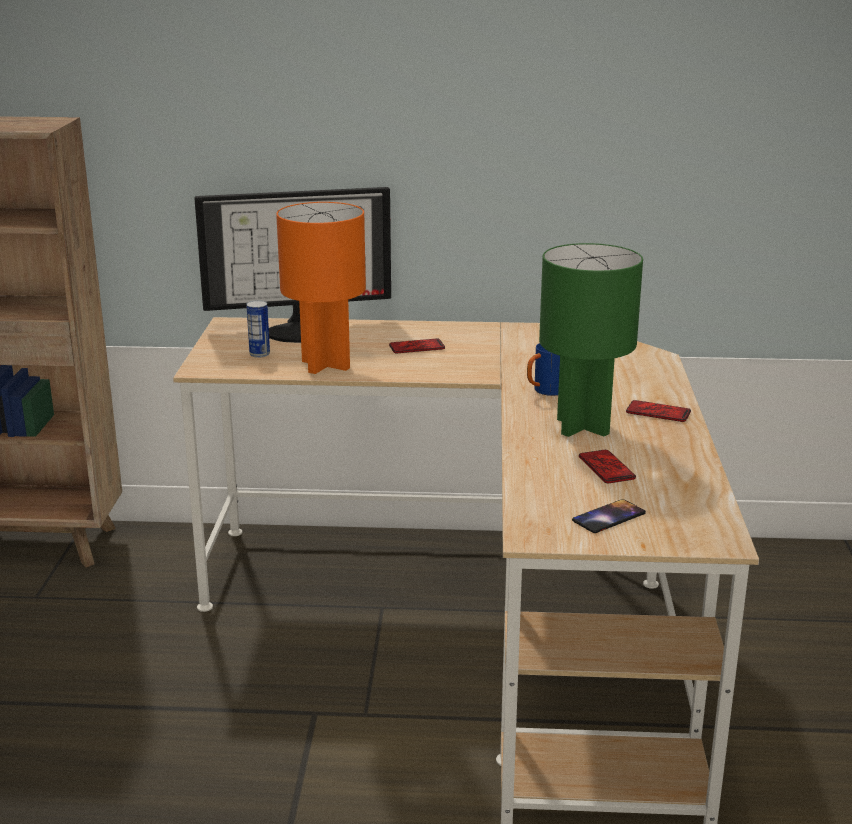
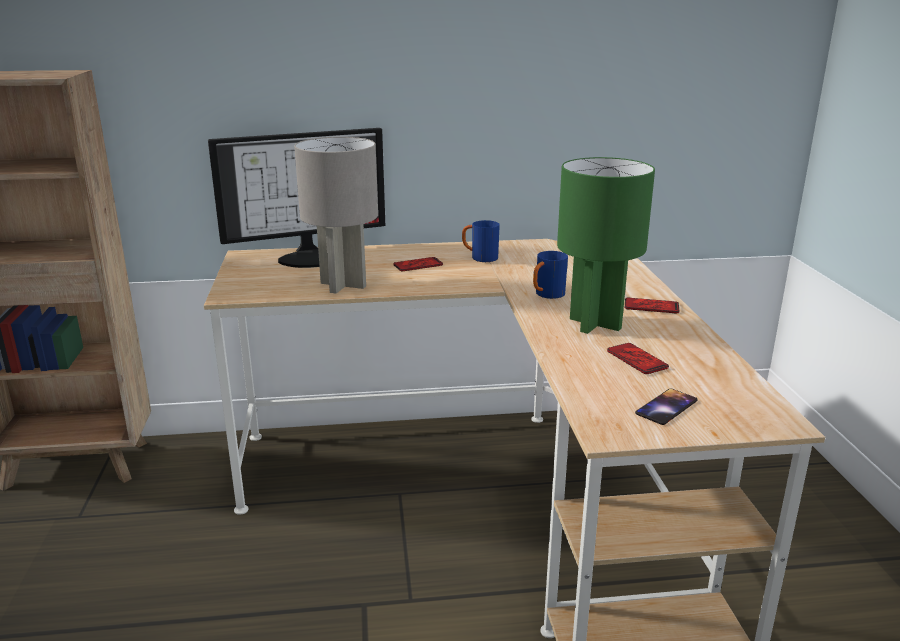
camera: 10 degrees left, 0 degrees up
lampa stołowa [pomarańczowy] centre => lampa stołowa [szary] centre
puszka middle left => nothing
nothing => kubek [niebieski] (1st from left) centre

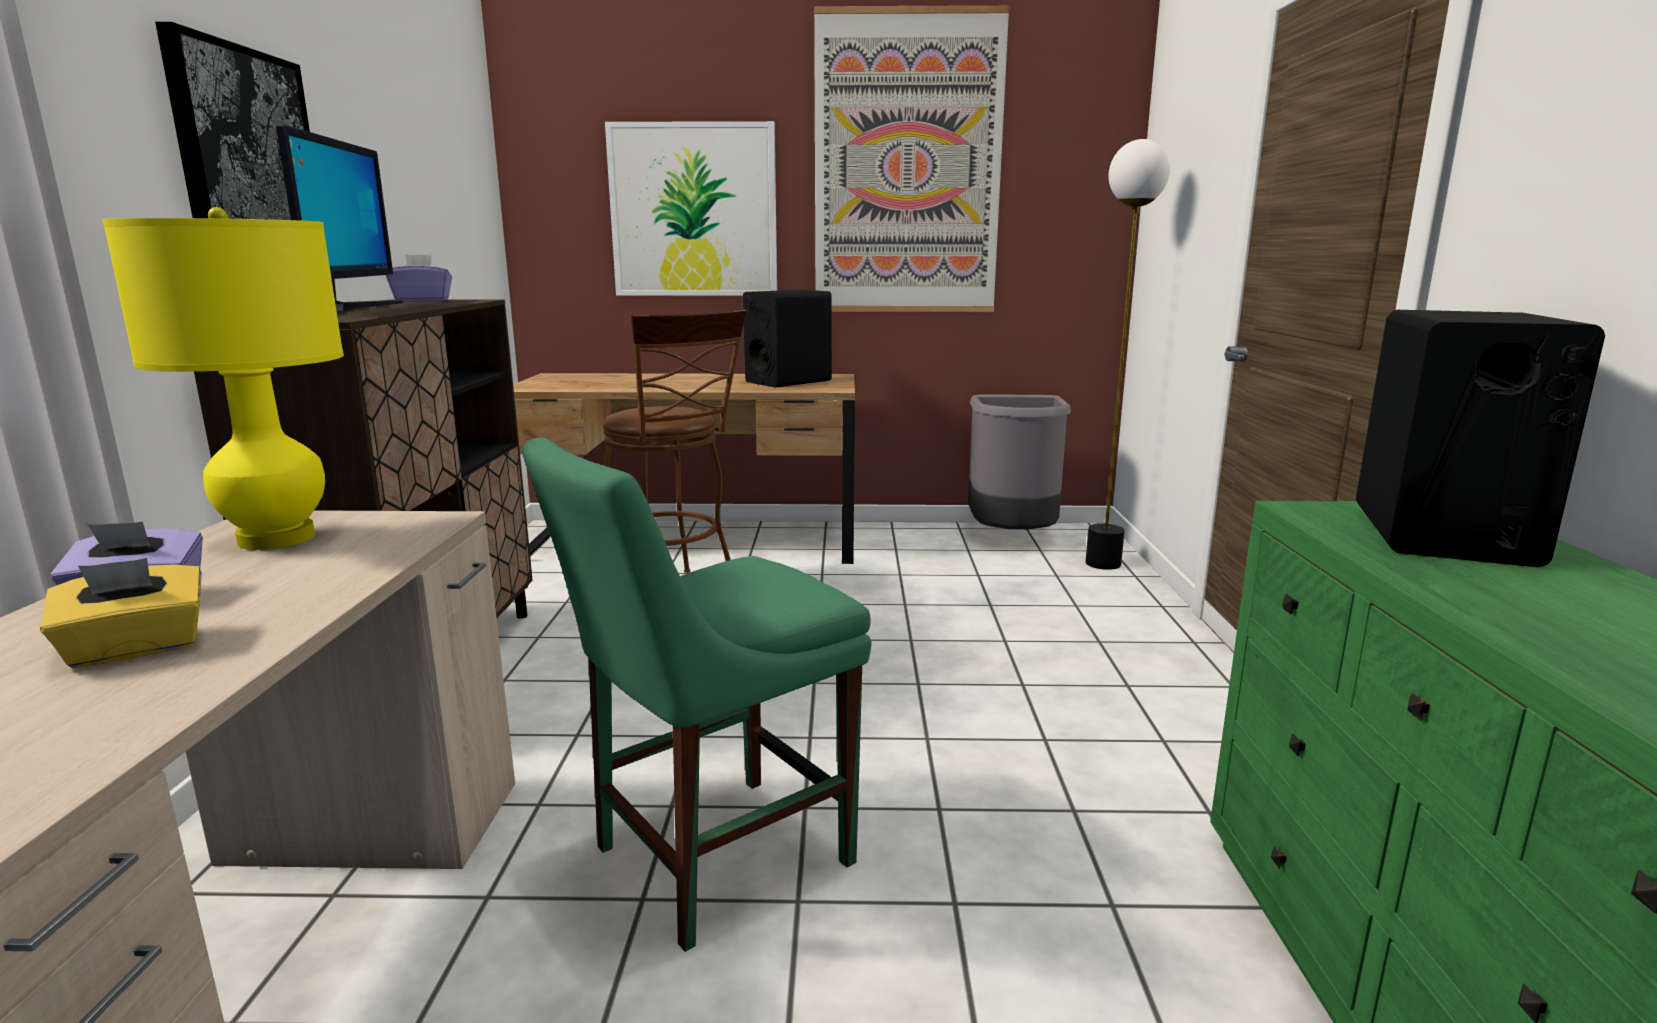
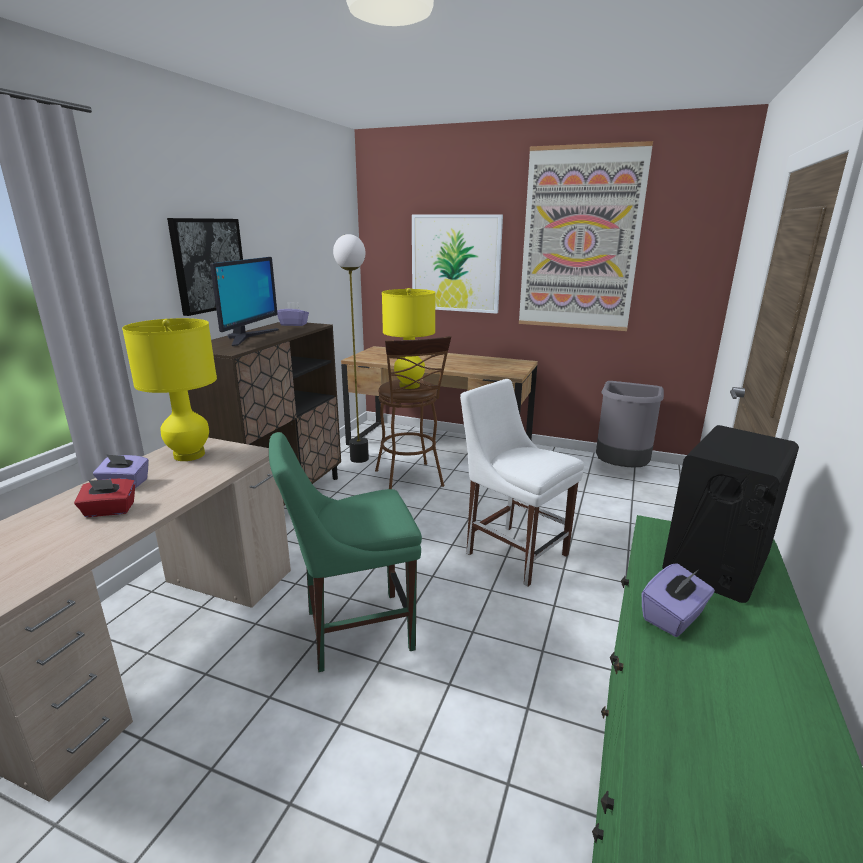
camera: 20 degrees right, 5 degrees up
lampa stojąca middle right => lampa stojąca centre, moved
głośnik [czarny] (1st from left) top centre => nothing
pudełko chusteczek [żółty] middle left => pudełko chusteczek [czerwony] middle left
nothing => lampa stołowa [żółty] (2nd from left) centre
nothing => krzesło [biały] centre
nothing => pudełko chusteczek [fioletowy] (3rd from left) bottom right

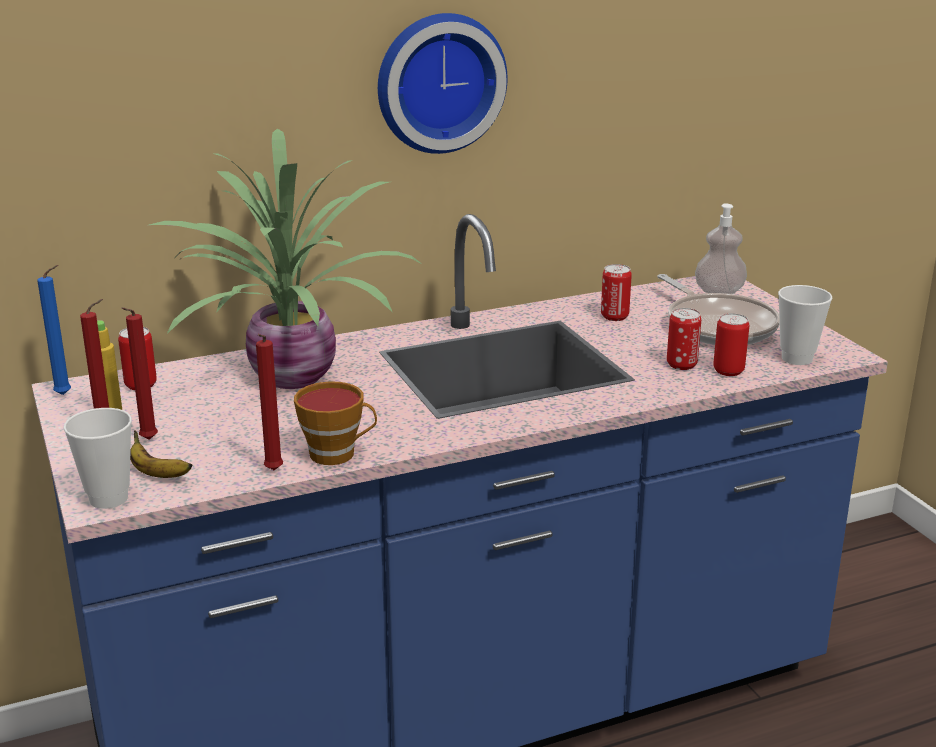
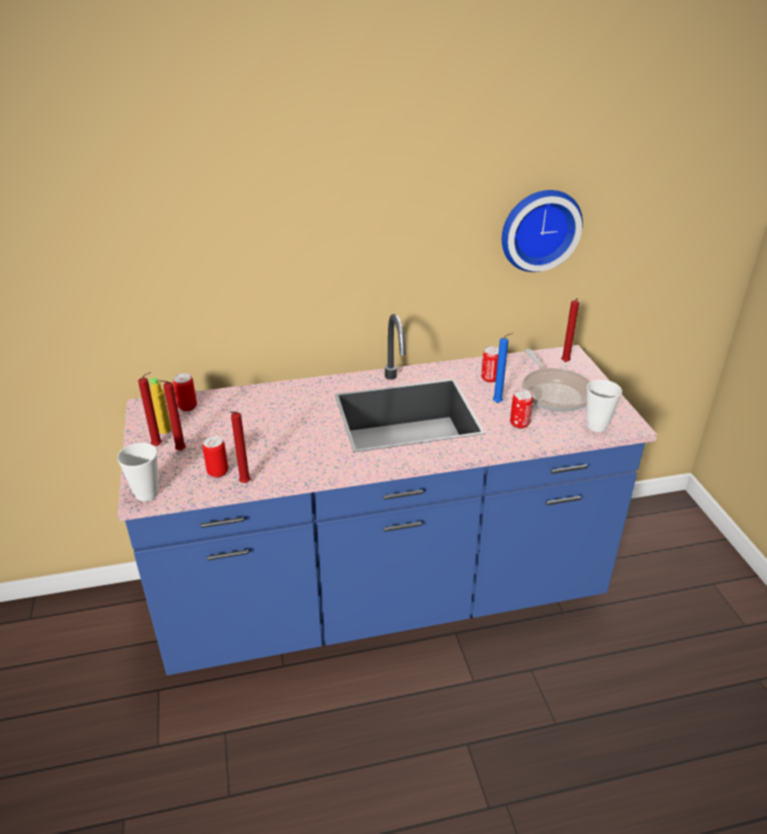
camera: 10 degrees right, 10 degrees up
zegar ścienny top centre => zegar ścienny top right, moved
roślina doniczkowa middle left => nothing
dozownik mydła top right => świeca [czerwony] (4th from left) middle right
świeca [niebieski] middle left => świeca [niebieski] centre, moved
puszka (4th from left in the first image) middle right => puszka (2nd from left) middle left, moved
filiżanka (2nd from left) centre => nothing
banan middle left => nothing

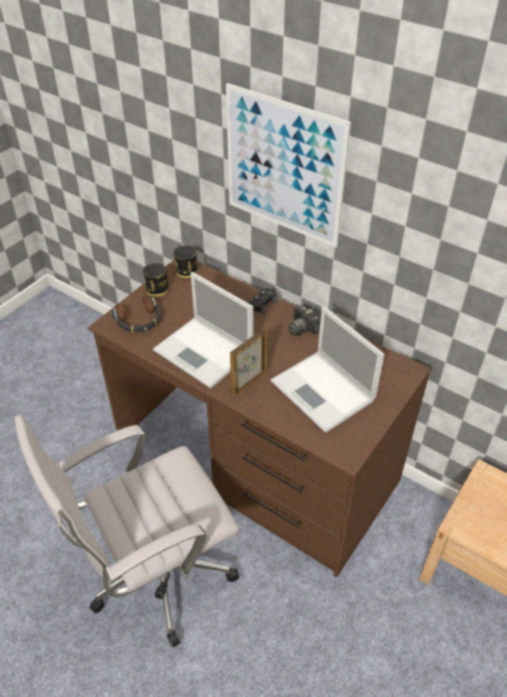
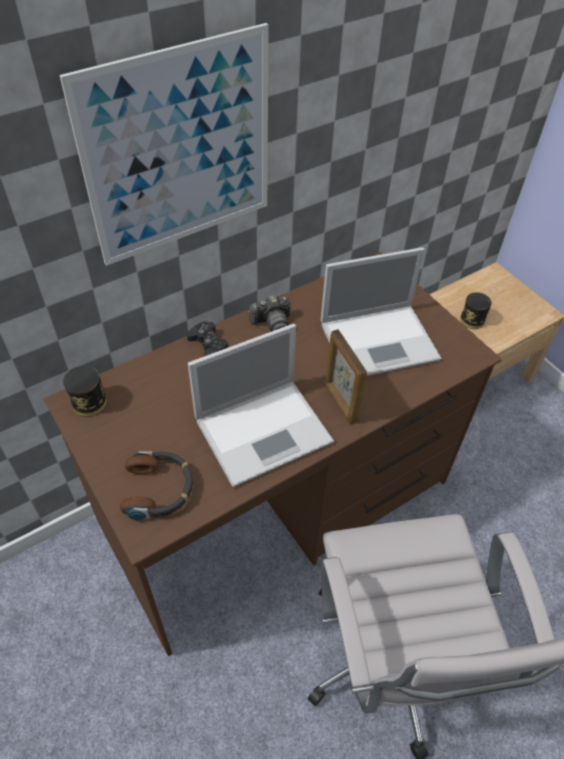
camera: 70 degrees left, 5 degrees up
puszka (1st from left in the first image) middle left => puszka (2nd from left) middle right, moved

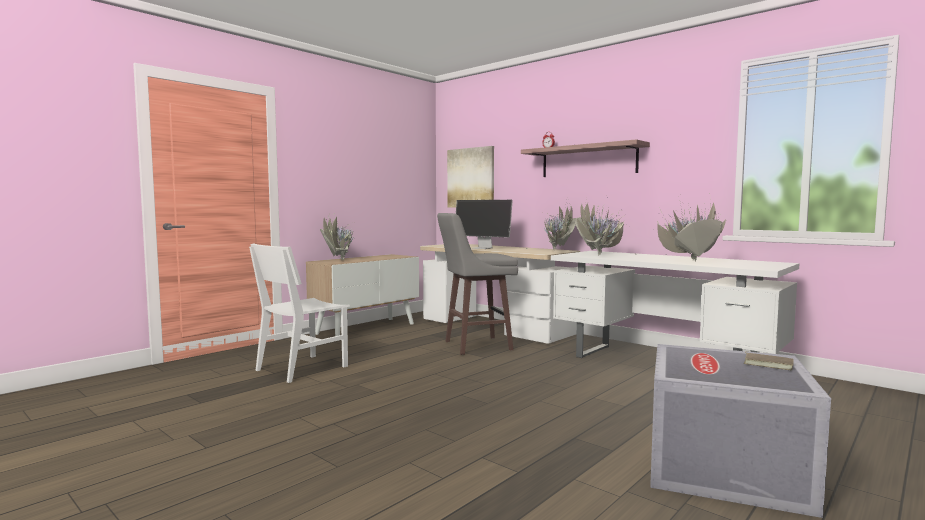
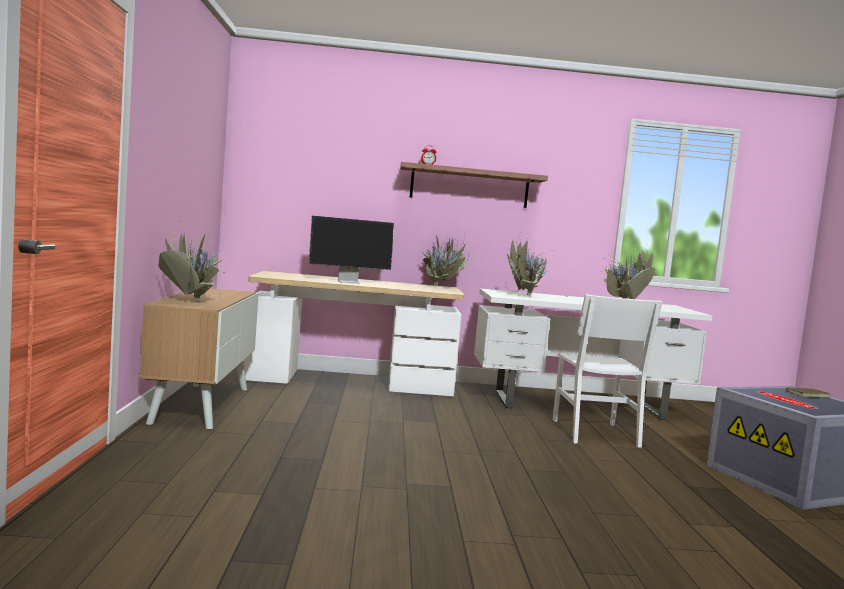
camera: 45 degrees left, 0 degrees up
obraz centre => nothing
stołek [szary] centre => nothing
krzesło [biały] middle left => krzesło [biały] middle right, moved

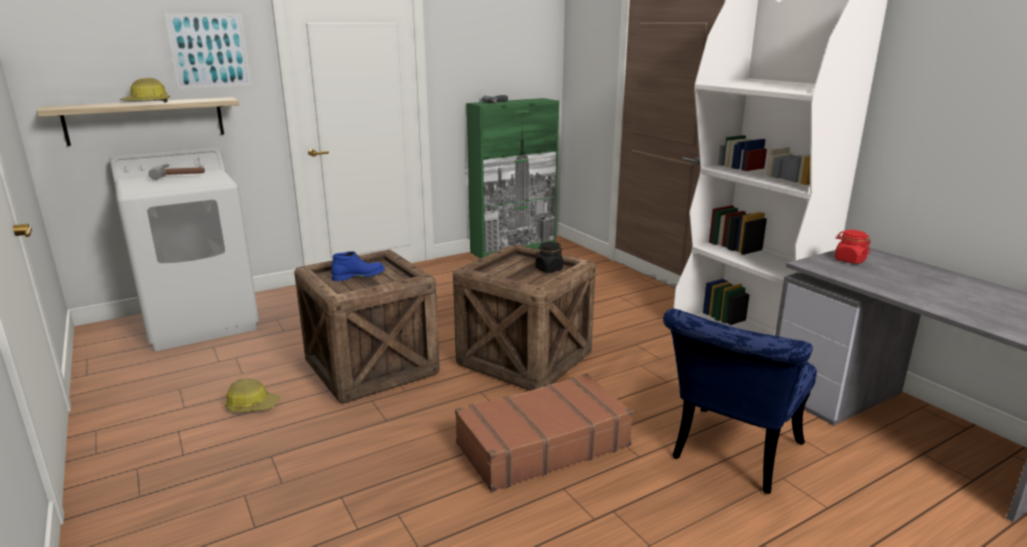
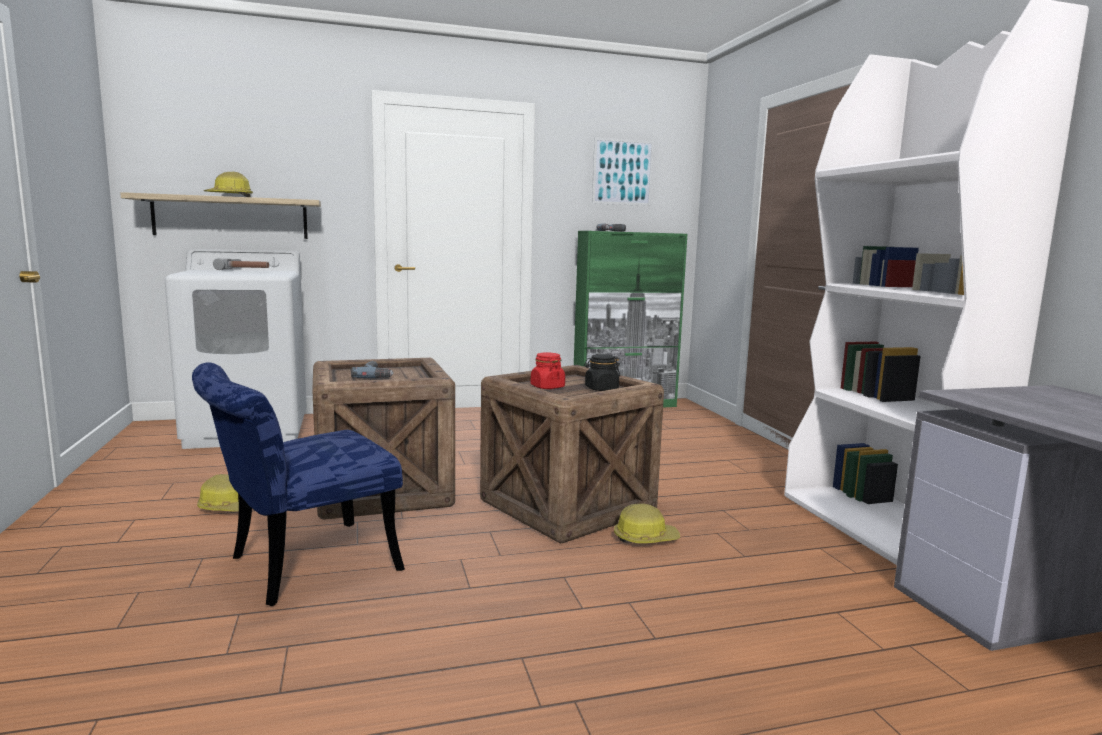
camera: 15 degrees right, 10 degrees down
obraz top left => obraz top centre, moved
słoik [czerwony] middle right => słoik [czerwony] centre, moved
but z cholewką [niebieski] centre => wiertarka (1st from left) centre
krzesło [niebieski] bottom right => krzesło [niebieski] middle left, moved
walizka [brązowy] bottom centre => nothing
nothing => kask (3rd from left) bottom centre

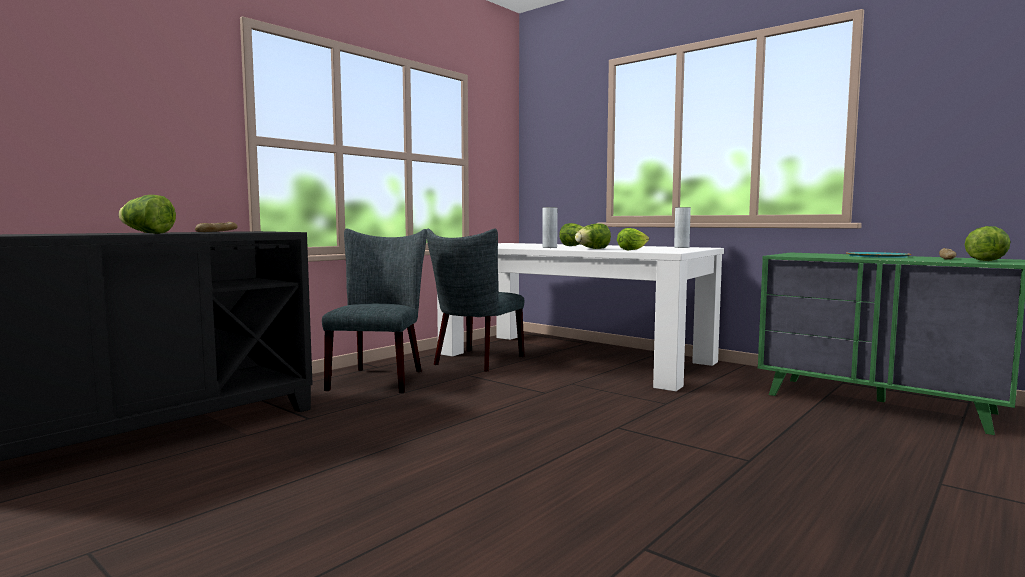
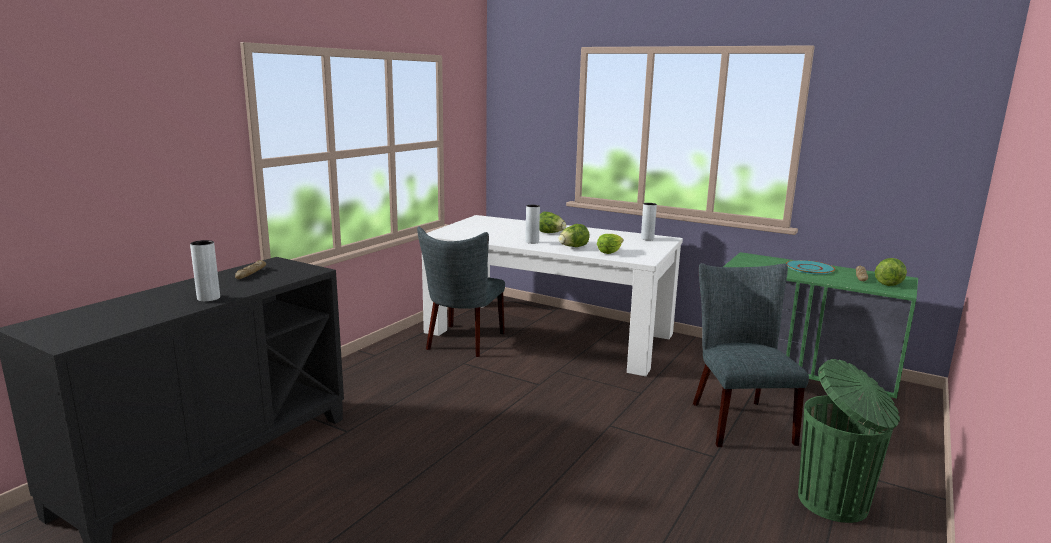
camera: 10 degrees left, 10 degrees up
sałata (1st from left) middle left => wazon [szary] (1st from left) middle left
krzesło [szary] (1st from left in the first image) centre => krzesło [szary] (2nd from left) middle right, moved
nothing => kosz na śmieci [zielony] bottom right

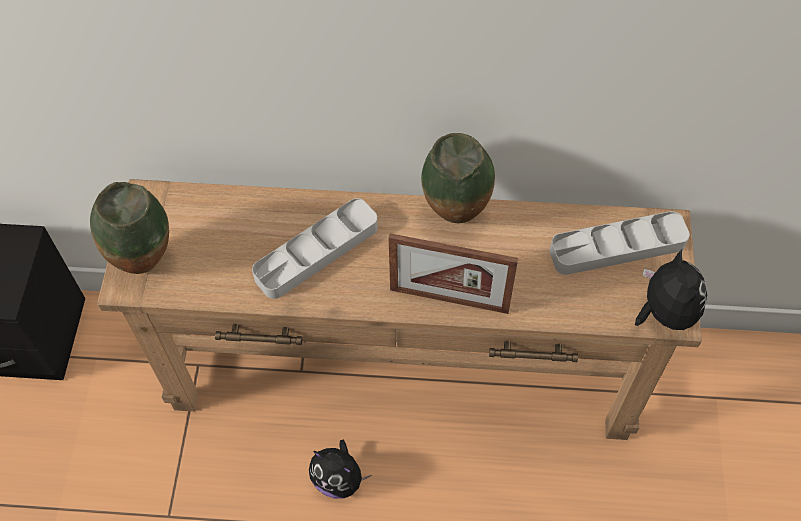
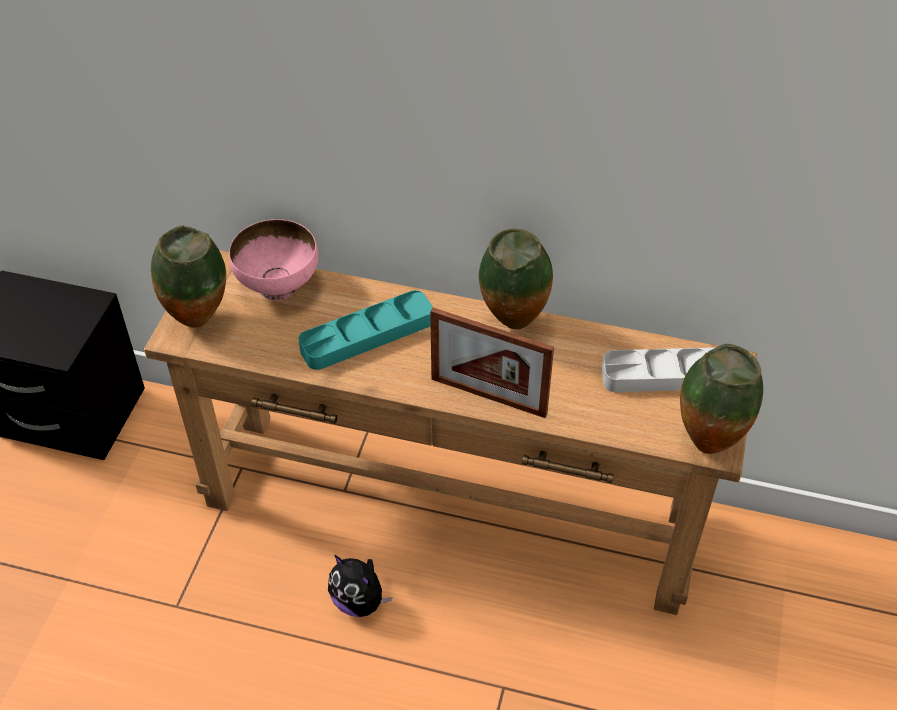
camera: 10 degrees right, 10 degrees down
taca [szary] (1st from left) centre => taca [turkusowy] centre
pluszak (2nd from left) middle right => wazon (3rd from left) middle right
nothing => miska [różowy] middle left

